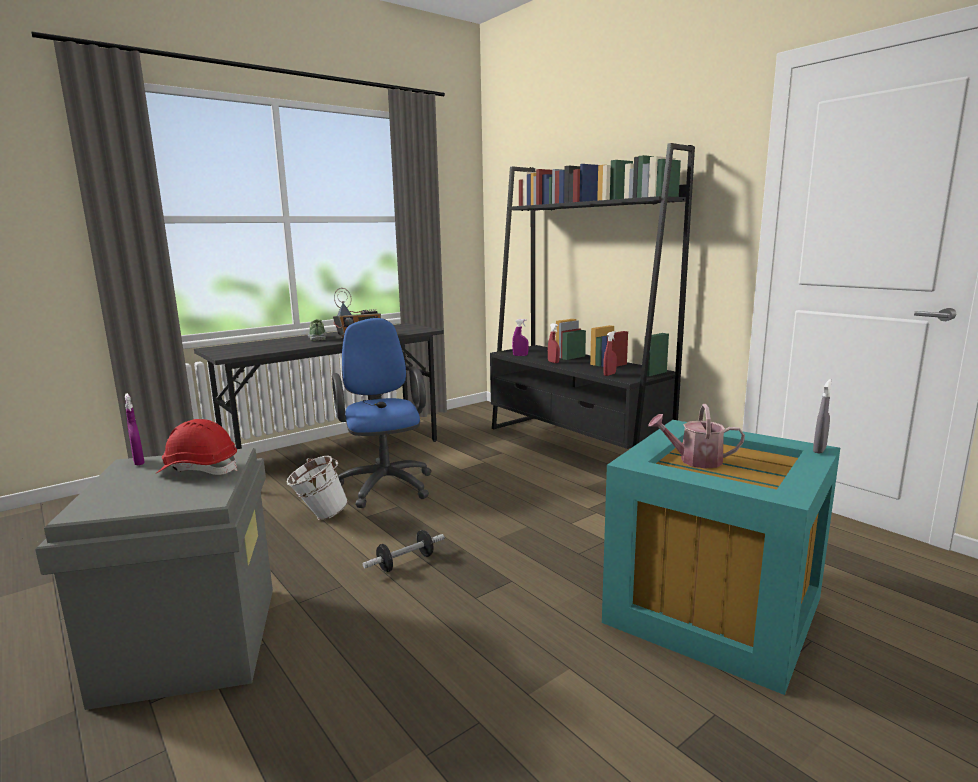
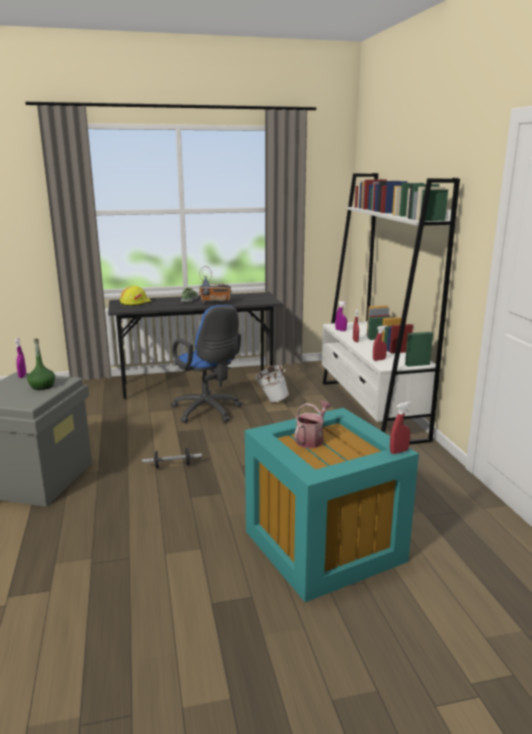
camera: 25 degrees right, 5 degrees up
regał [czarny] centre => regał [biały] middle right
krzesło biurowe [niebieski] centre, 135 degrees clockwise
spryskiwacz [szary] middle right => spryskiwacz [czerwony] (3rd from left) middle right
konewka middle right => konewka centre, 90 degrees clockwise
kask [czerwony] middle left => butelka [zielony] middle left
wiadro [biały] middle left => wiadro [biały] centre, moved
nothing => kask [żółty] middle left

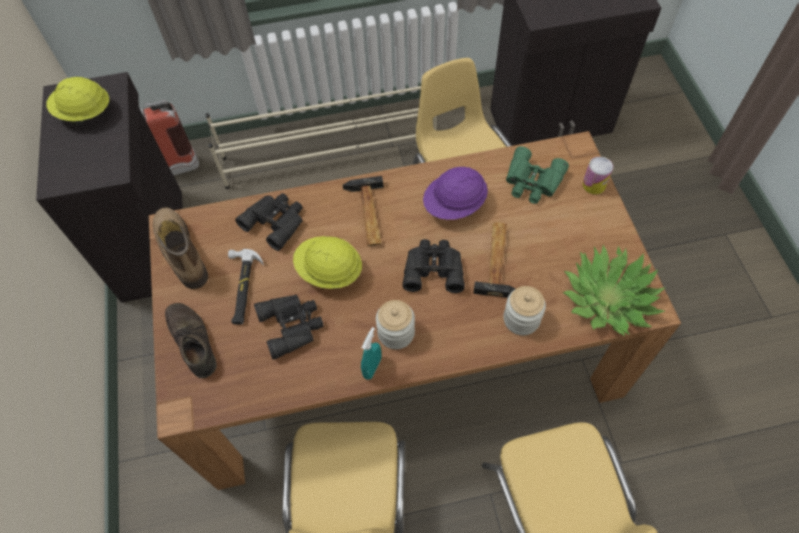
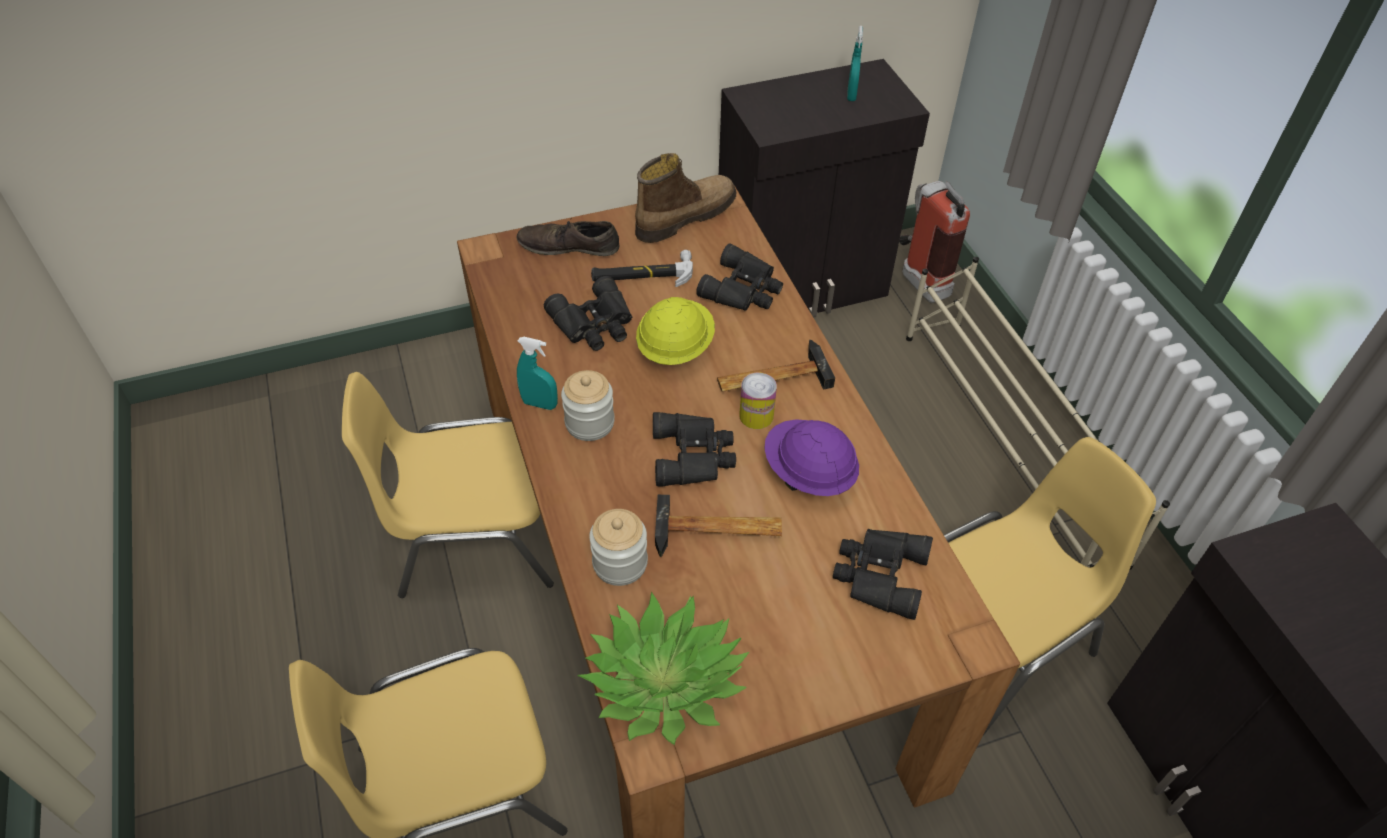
camera: 80 degrees right, 10 degrees down
kask [żółty] (1st from left) top left => spryskiwacz [turkusowy] (2nd from left) top centre
lornetka [zielony] top right => lornetka [czarny] (4th from left) bottom centre
puszka top right => puszka centre, moved
but [brązowy] middle left => but [brązowy] top centre, 135 degrees counterclockwise

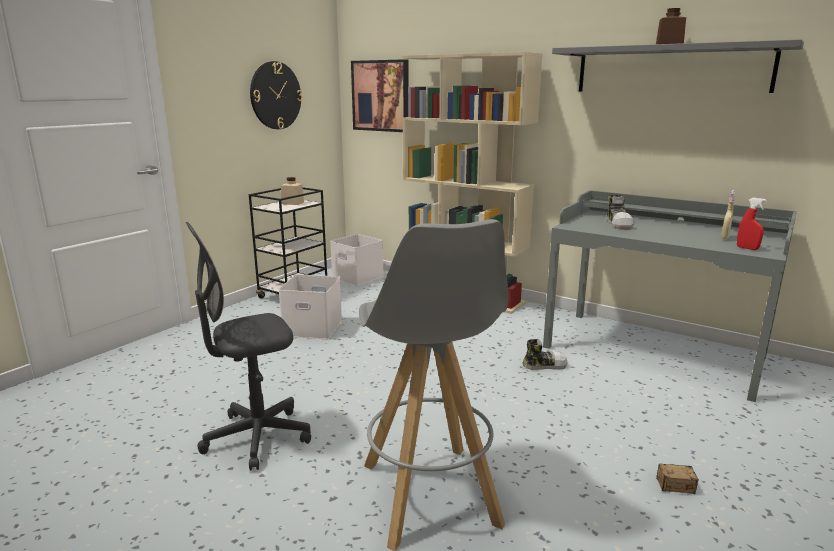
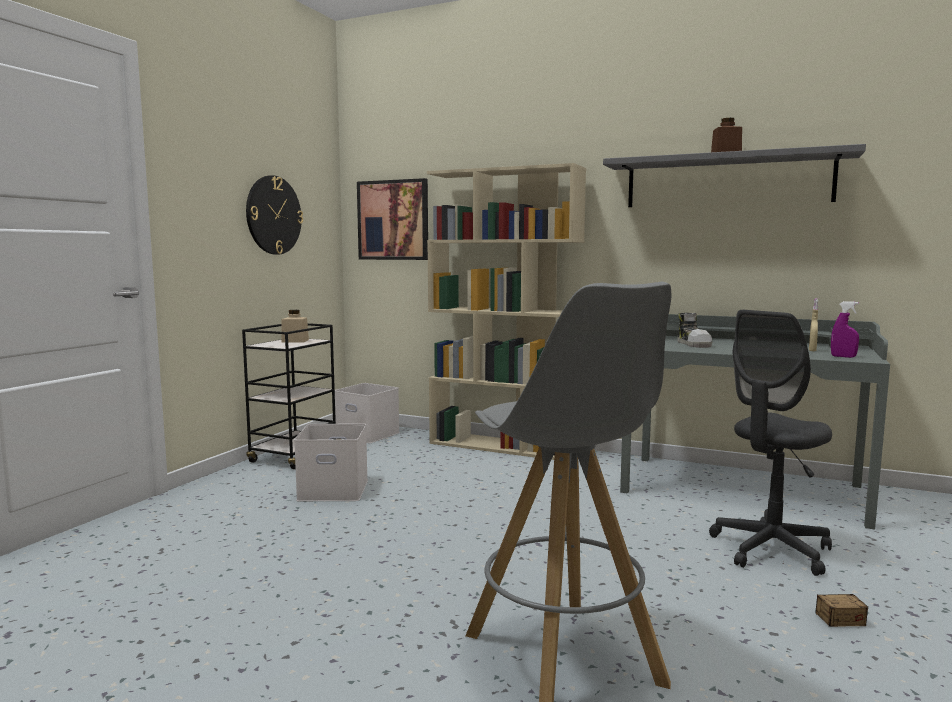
camera: 10 degrees left, 10 degrees down
spryskiwacz [czerwony] middle right => spryskiwacz [fioletowy] middle right
krzesło biurowe [szary] middle left => krzesło biurowe [szary] middle right, moved
but (1st from left) centre => nothing

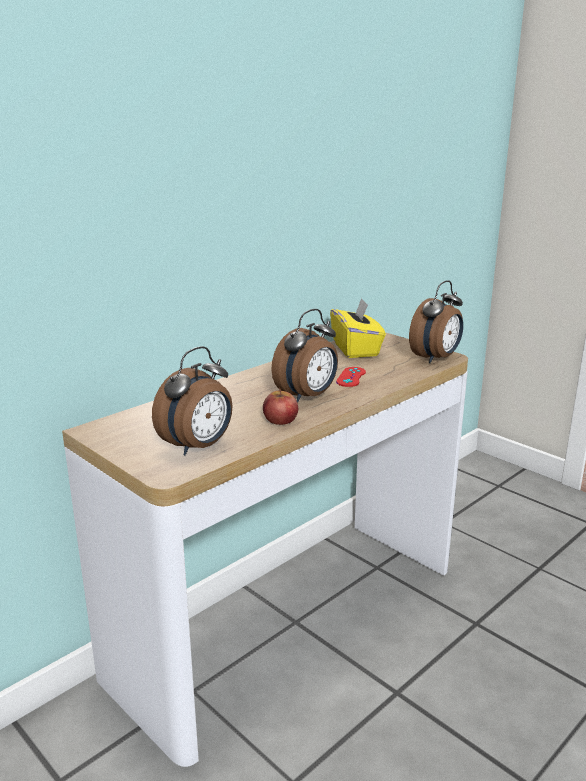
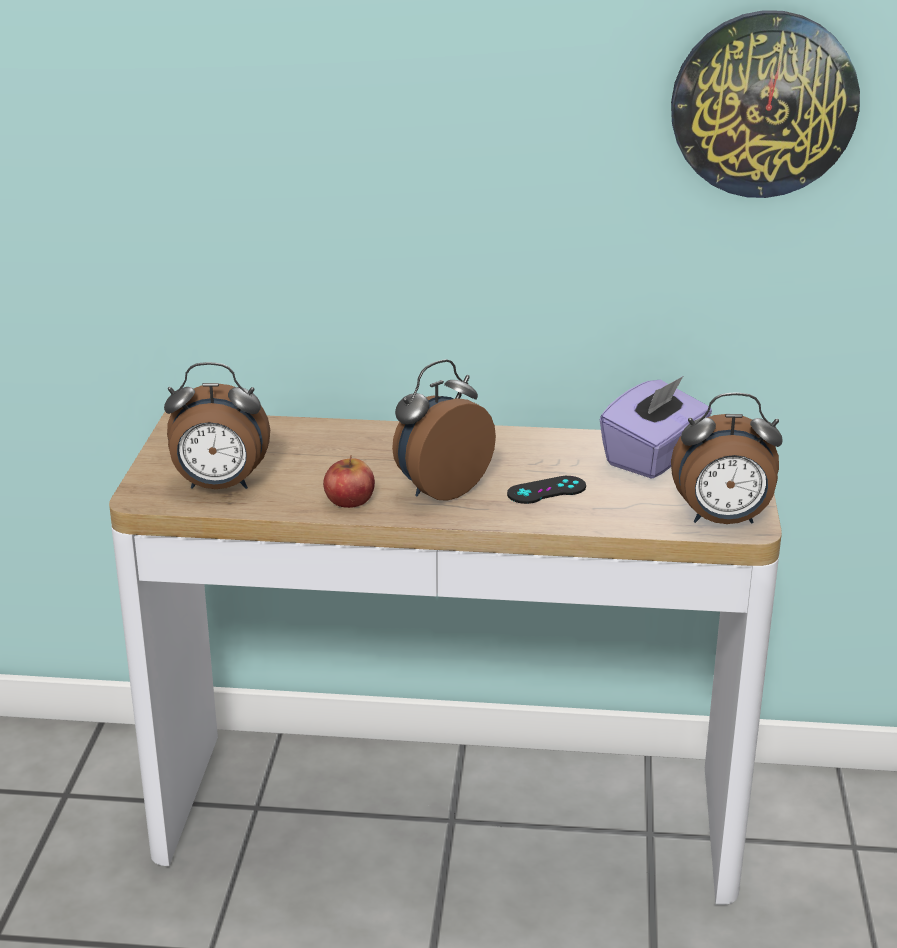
camera: 50 degrees right, 5 degrees up
pudełko chusteczek [żółty] centre => pudełko chusteczek [fioletowy] middle right
budzik (2nd from left) centre, 135 degrees clockwise
pad do gier [czerwony] centre => pad do gier [czarny] centre
nothing => zegar ścienny top right

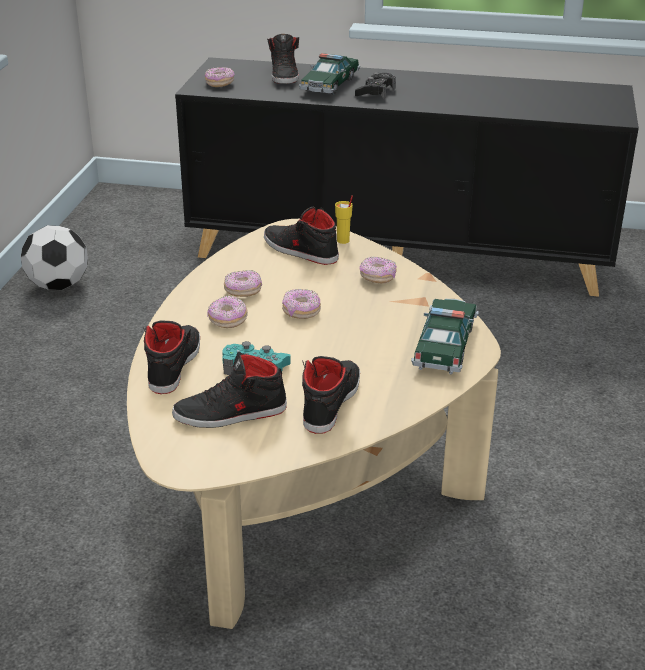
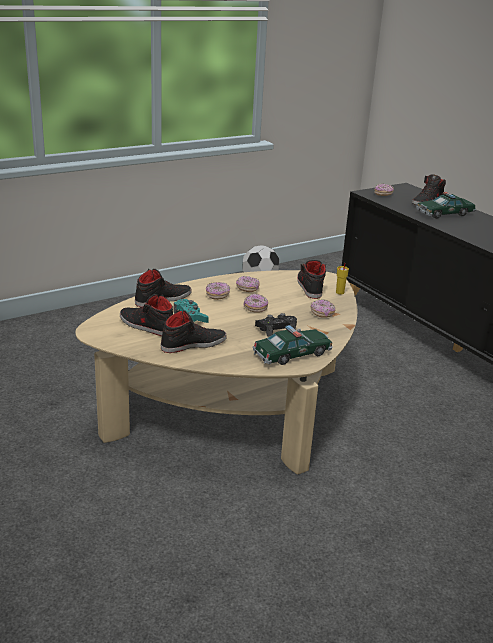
camera: 45 degrees right, 5 degrees down
pad do gier [czarny] top centre => pad do gier [czarny] centre, moved

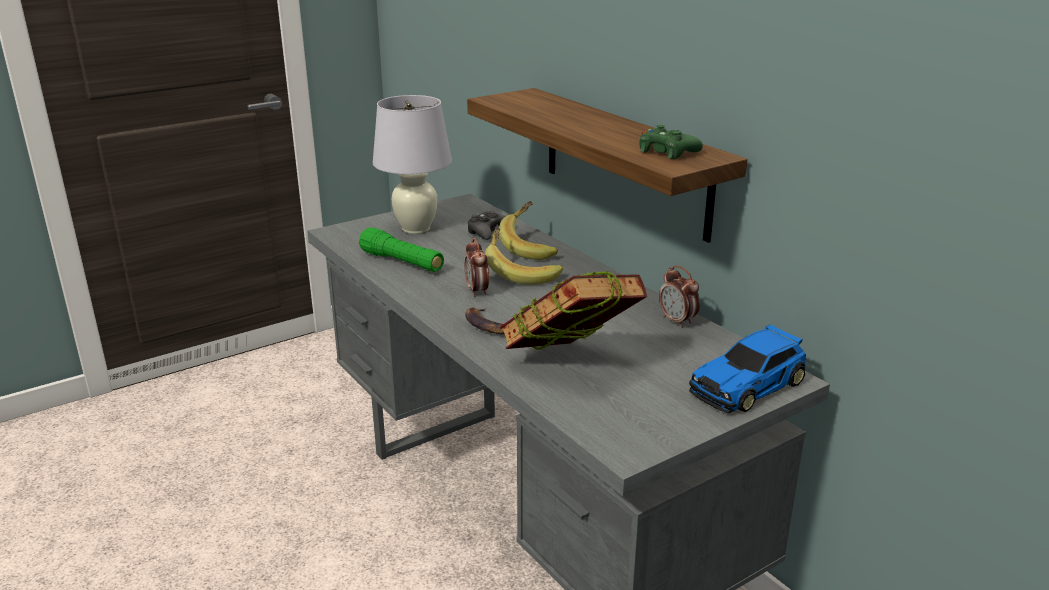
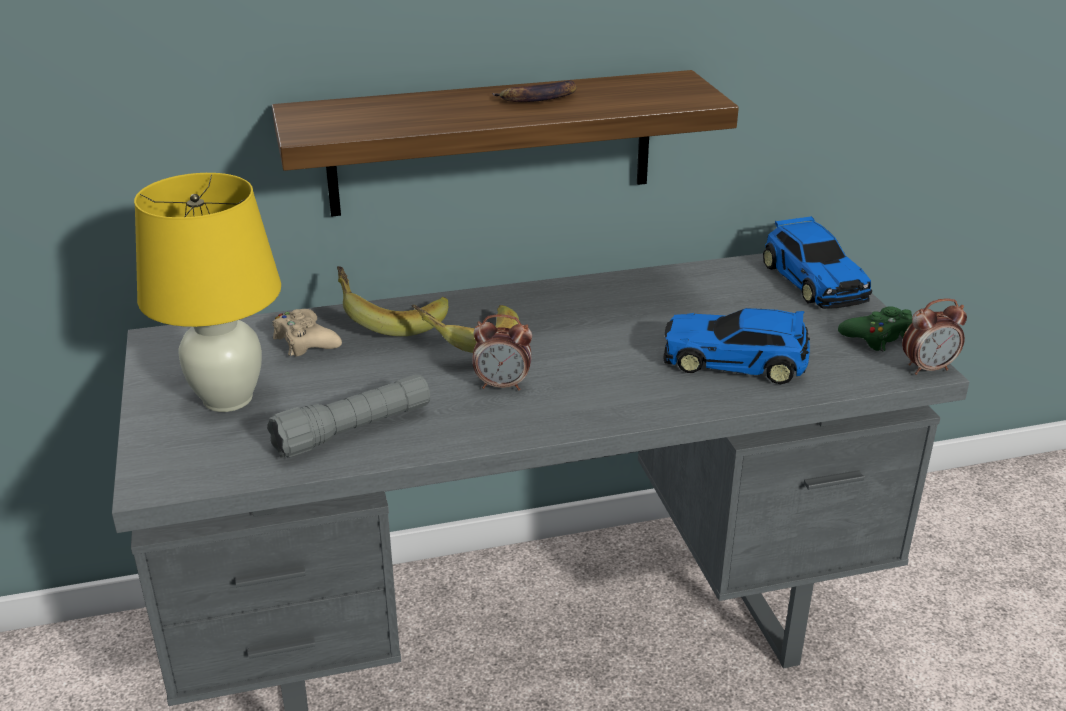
camera: 70 degrees left, 5 degrees up
lampa stołowa [biały] top centre => lampa stołowa [żółty] middle left
pad do gier [zielony] top centre => pad do gier [zielony] middle right, moved
pad do gier [czarny] centre => pad do gier [beżowy] middle left
latarka [zielony] centre => latarka [szary] middle left
budzik (2nd from left) centre => budzik (2nd from left) middle right, moved
książka centre => samochodzik (1st from left) middle right
banan (1st from left in the first image) centre => banan (3rd from left) top centre, moved

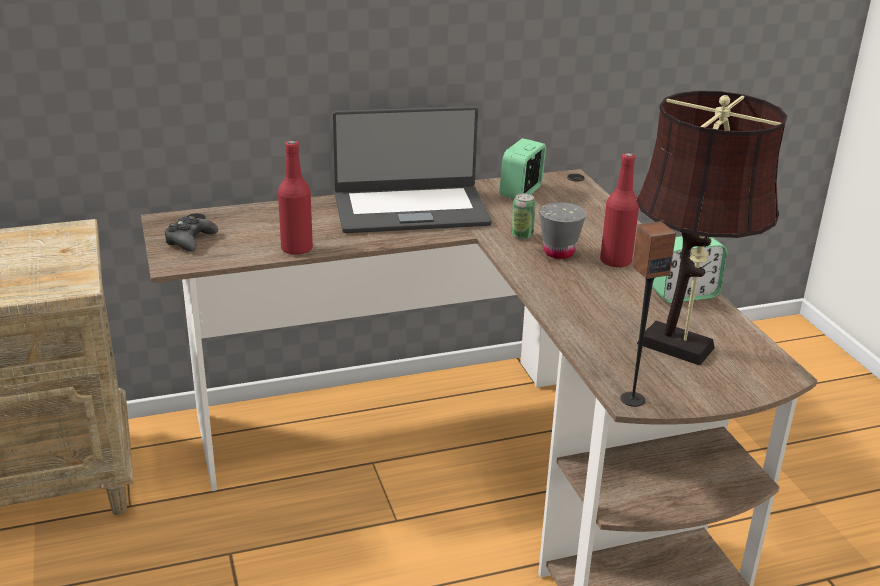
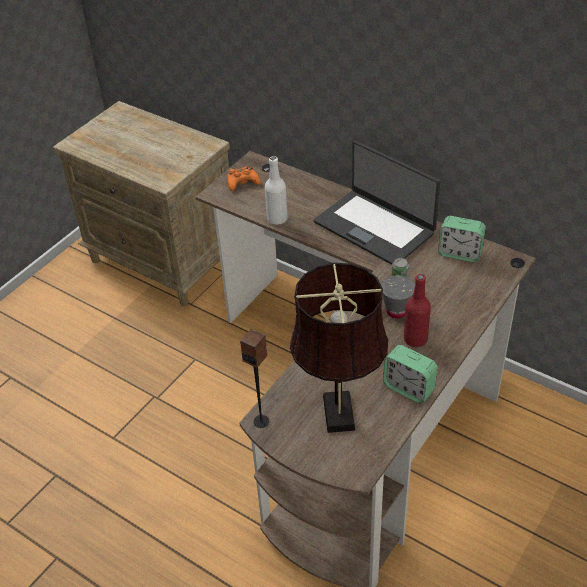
camera: 55 degrees right, 15 degrees up
budzik (1st from left in the first image) top centre => budzik (2nd from left) middle right, 150 degrees counterclockwise
butelka [czerwony] (1st from left) centre => butelka [biały] top centre
pad do gier [czarny] middle left => pad do gier [pomarańczowy] top centre

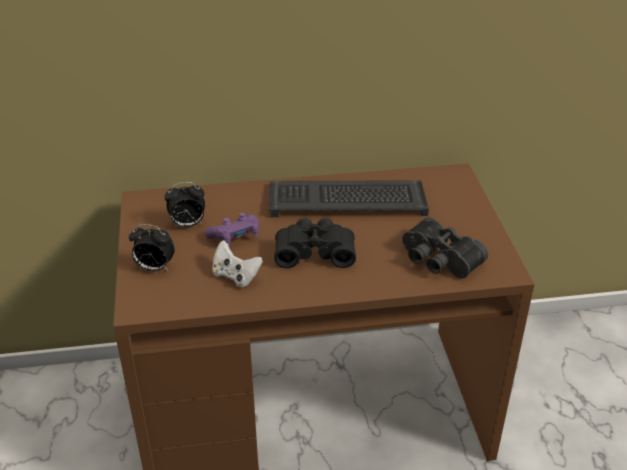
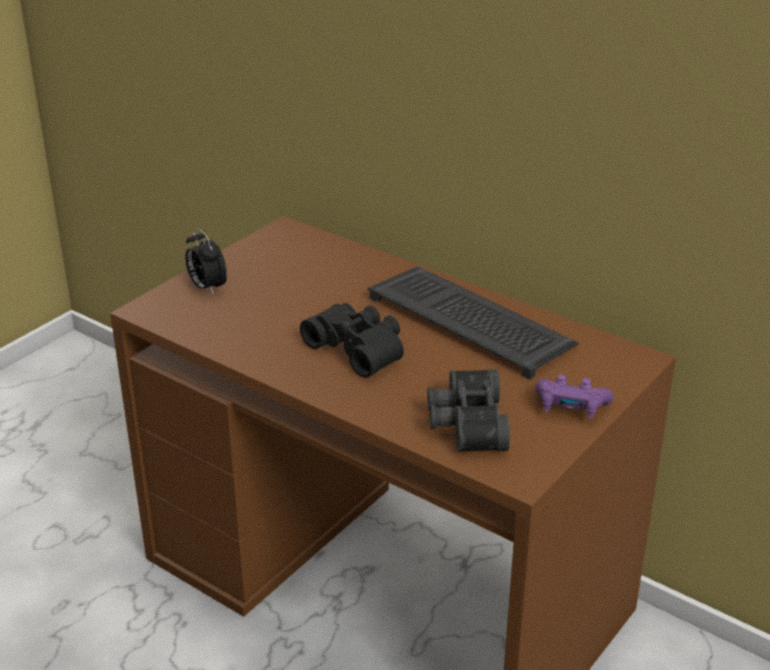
camera: 45 degrees right, 5 degrees down
budzik (2nd from left) middle left => nothing
pad do gier [fioletowy] centre => pad do gier [fioletowy] middle right, moved
pad do gier [biały] centre => nothing

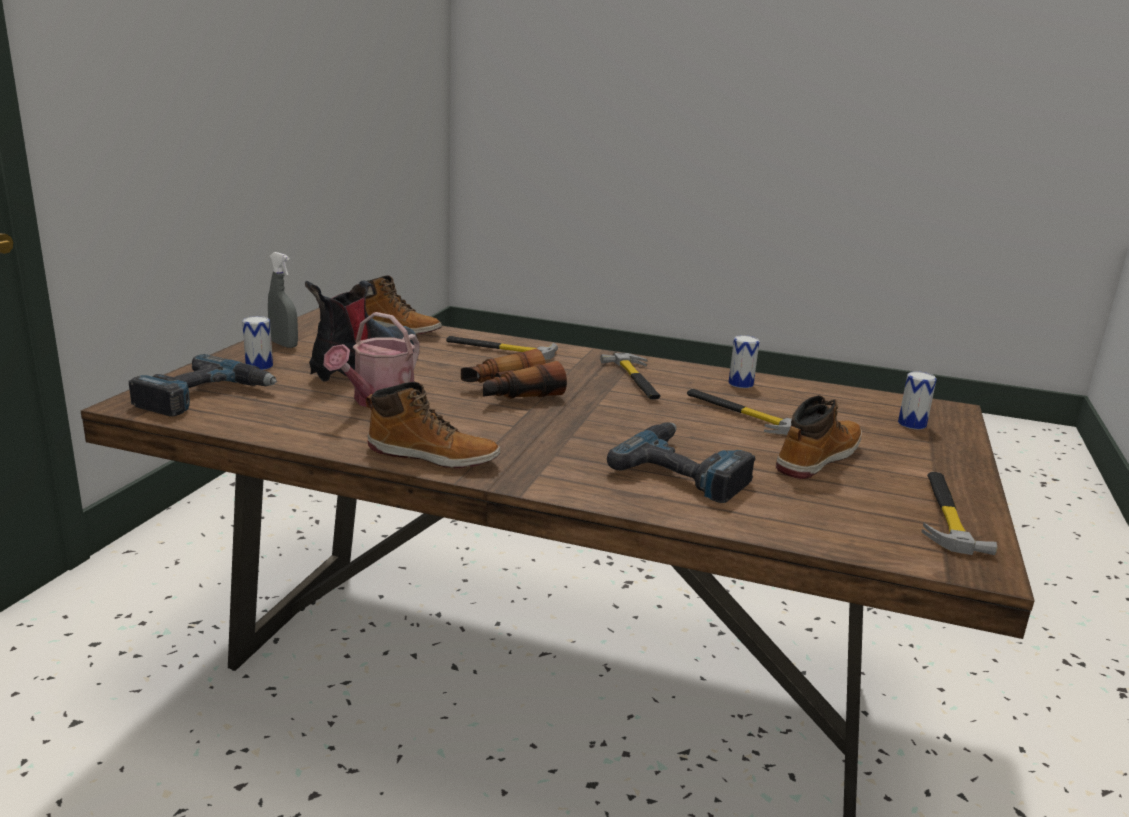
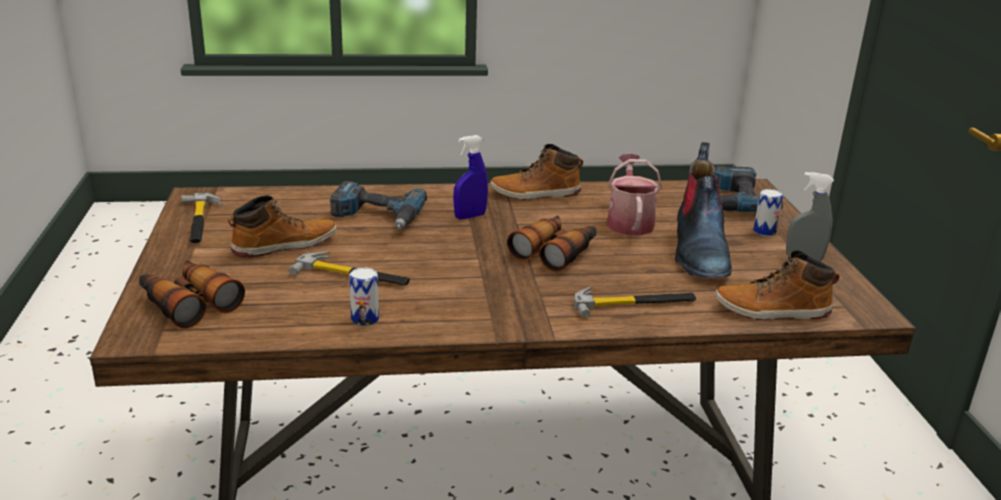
camera: 155 degrees right, 5 degrees up
młotek (2nd from left) centre => nothing
puszka (3rd from left) middle right => lornetka (1st from left) middle left
but z cholewką (4th from left in the first image) middle right => but z cholewką (1st from left) middle left, 135 degrees counterclockwise
nothing => spryskiwacz [niebieski] centre

